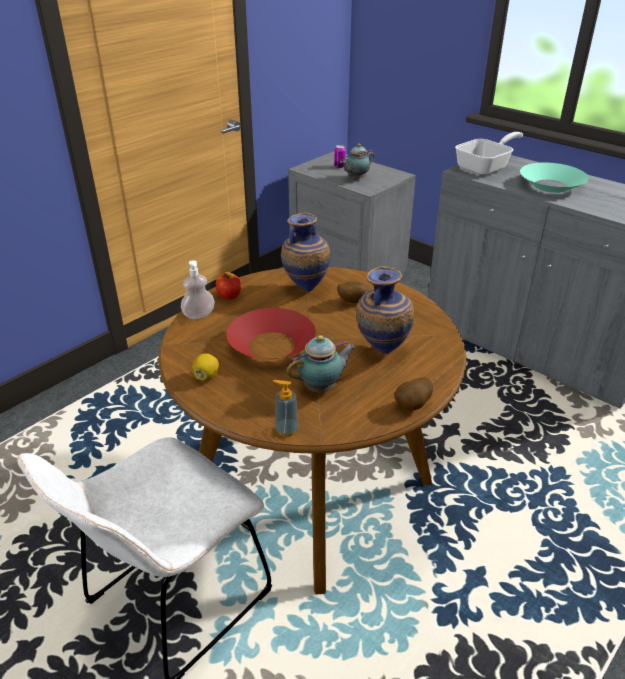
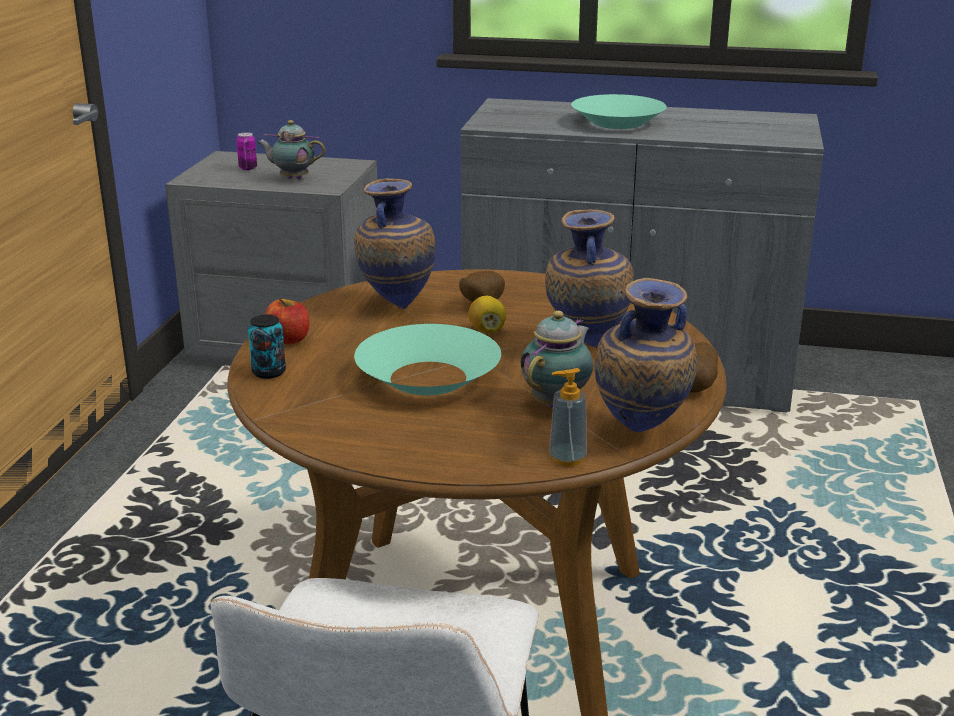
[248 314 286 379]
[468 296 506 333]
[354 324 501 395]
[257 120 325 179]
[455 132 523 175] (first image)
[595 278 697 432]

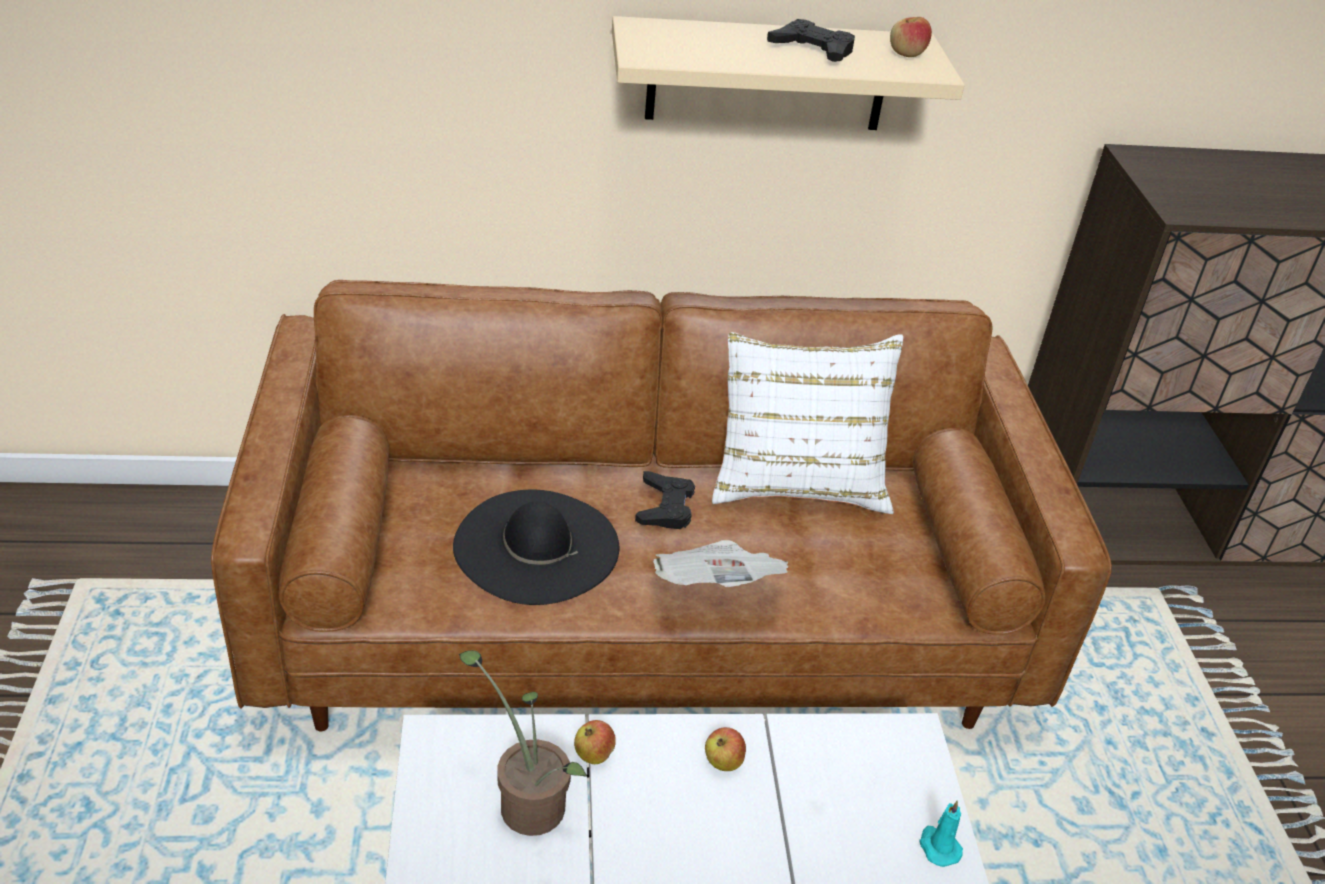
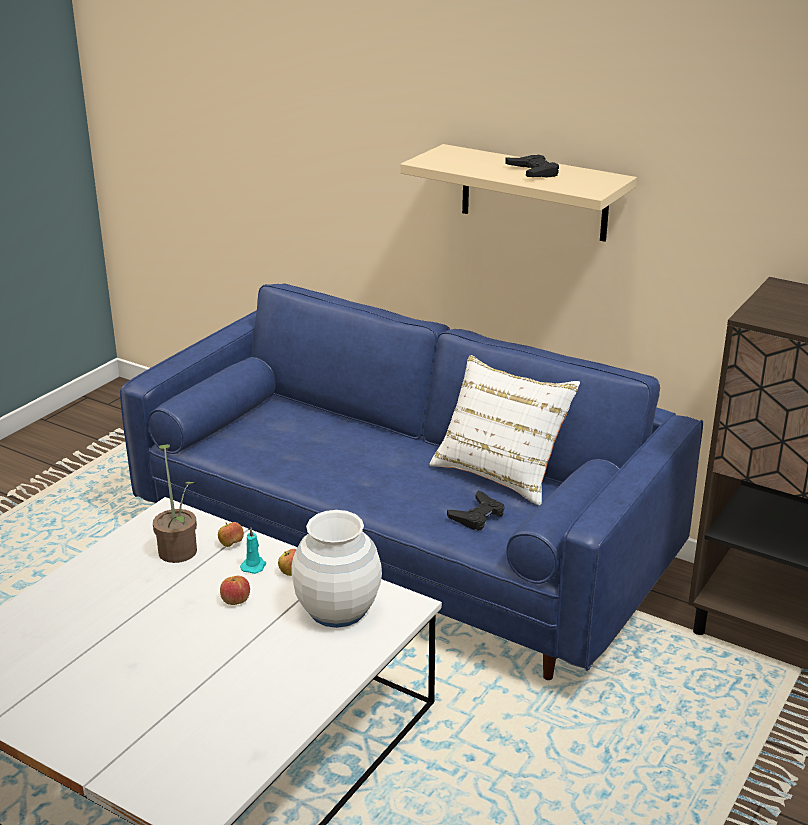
[120 284 703 680]
[453 490 619 605] (first image)
[447 491 505 531]
[653 540 788 587] (first image)
[220 576 250 605]
[240 528 266 574]
[292 510 382 628]

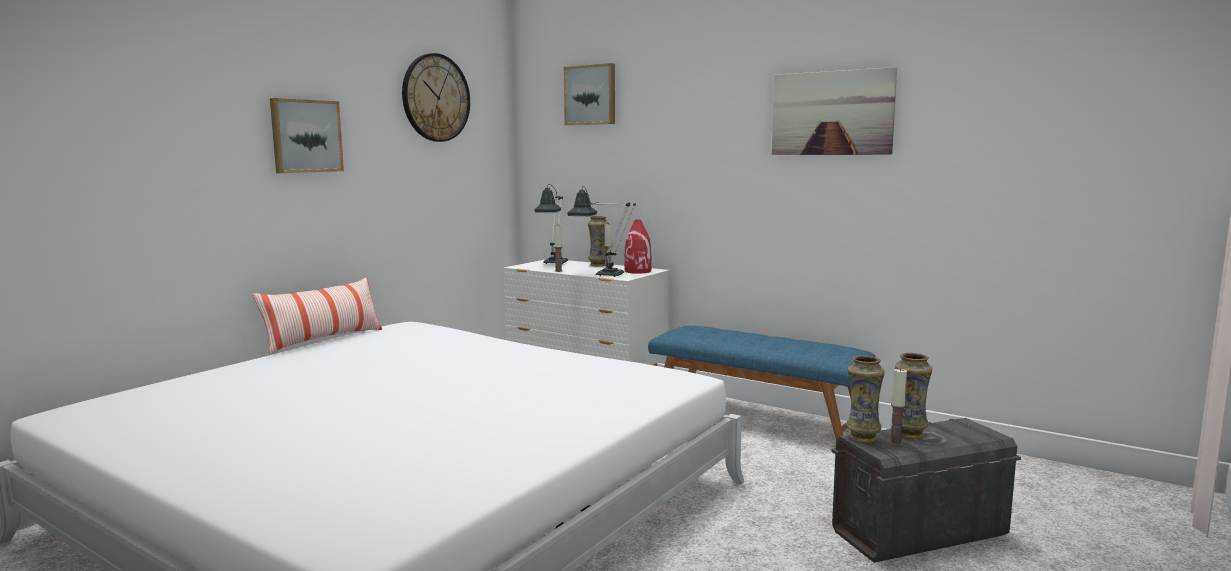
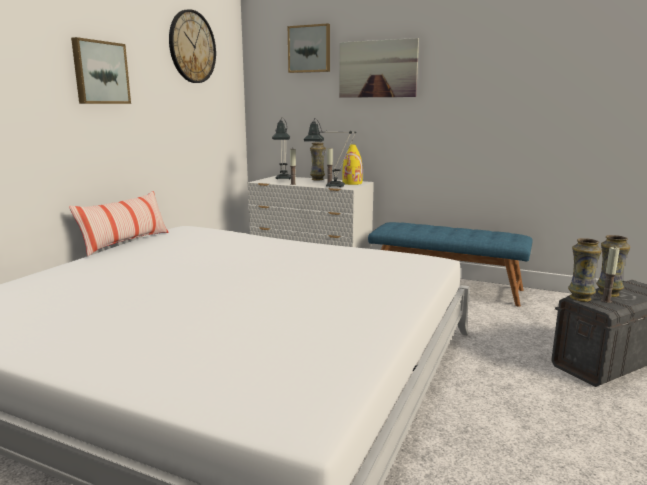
[342 144 363 185]
[339 38 419 98]

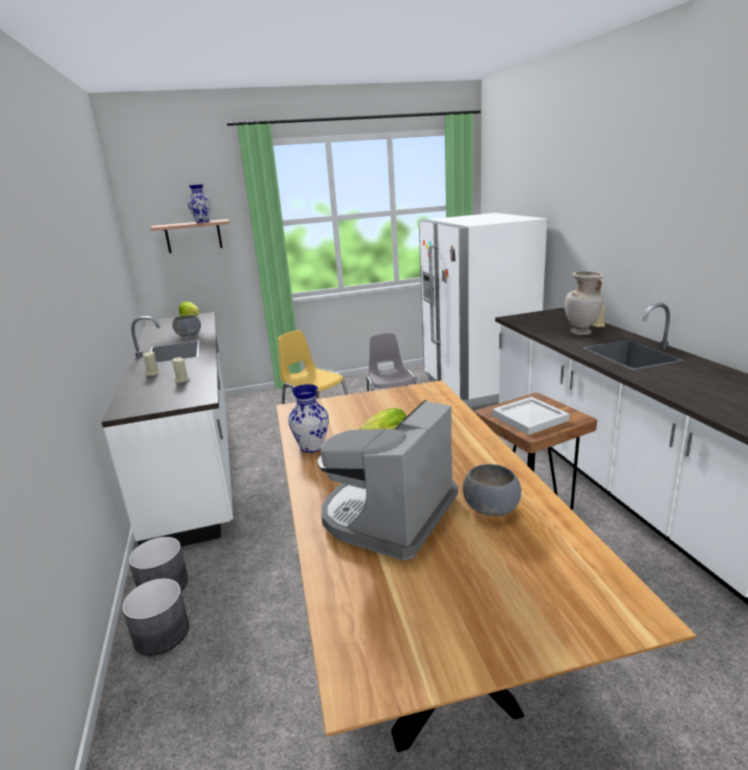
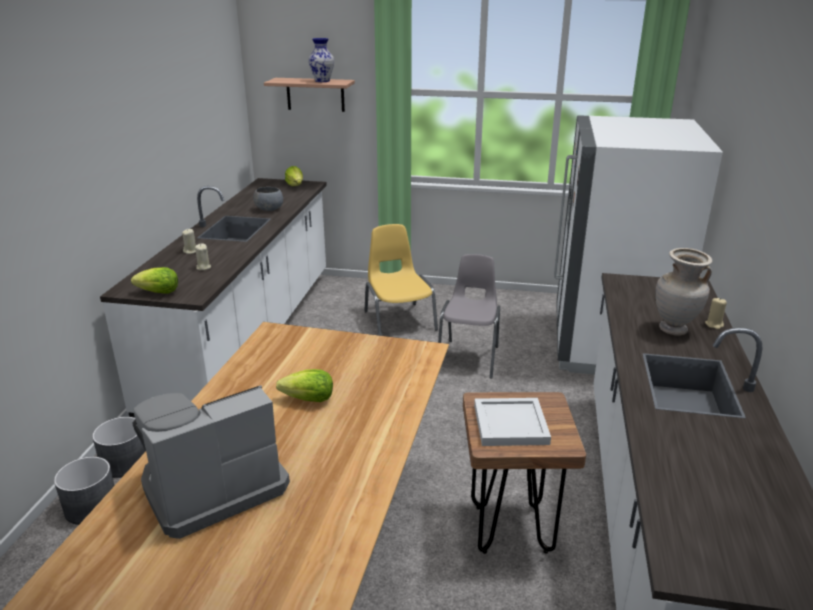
[288 384 329 453] (first image)
[463 464 521 516] (first image)
[131 267 178 294]

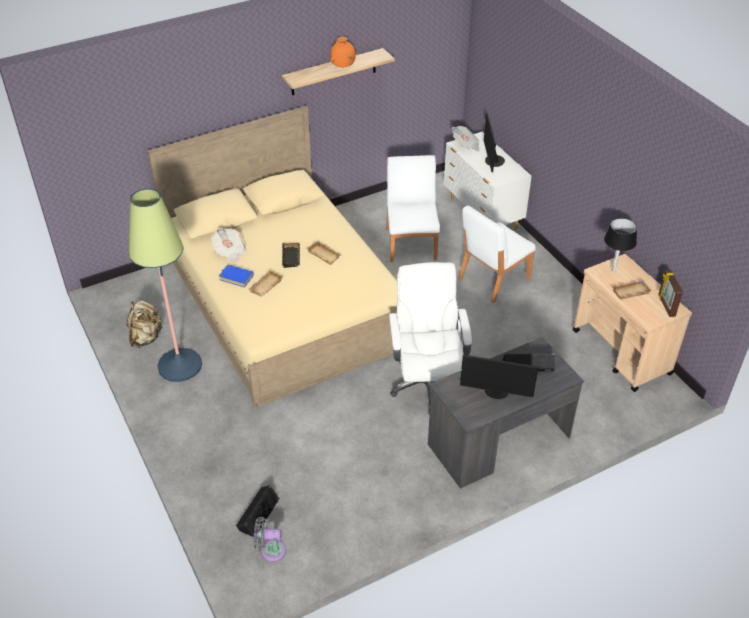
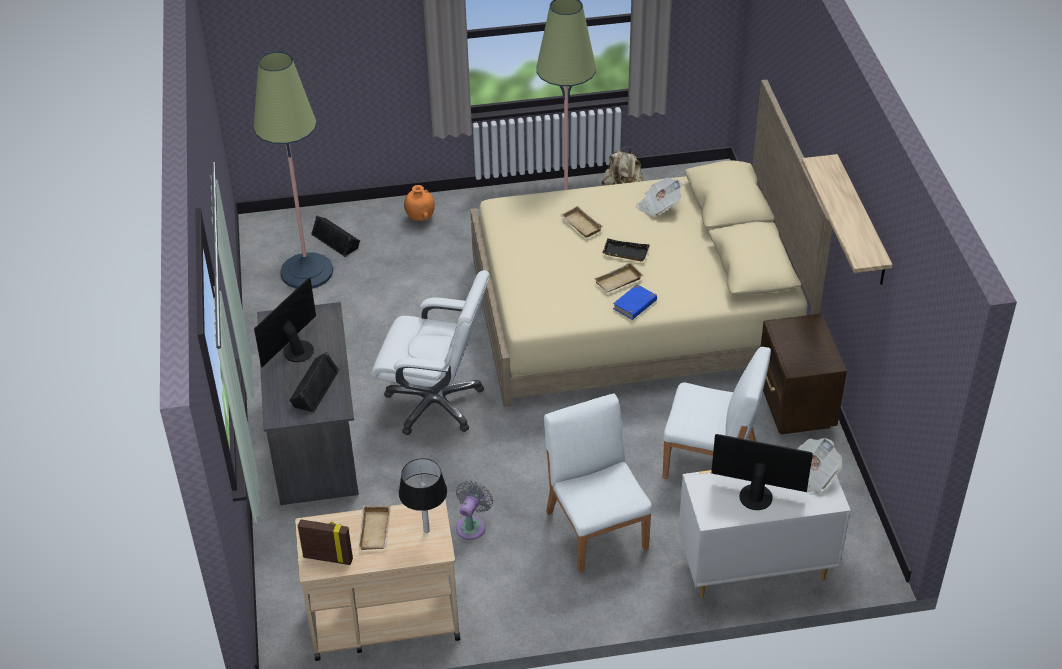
[613 284 657 320]
[456 481 493 540]
[404 185 435 221]
[253 51 333 289]
[761 314 847 435]

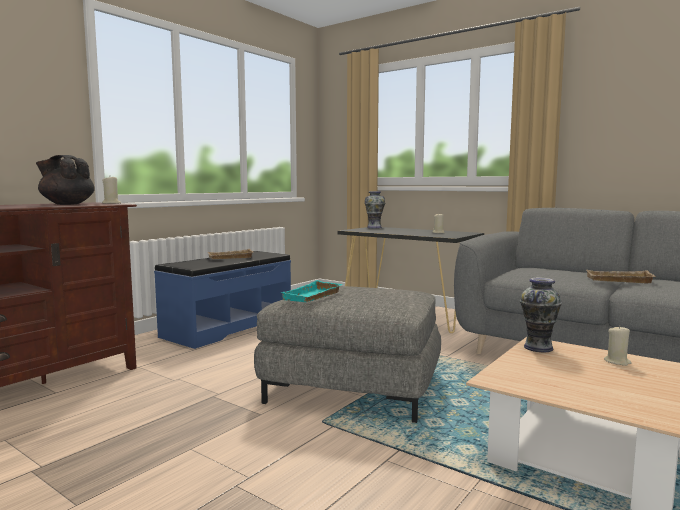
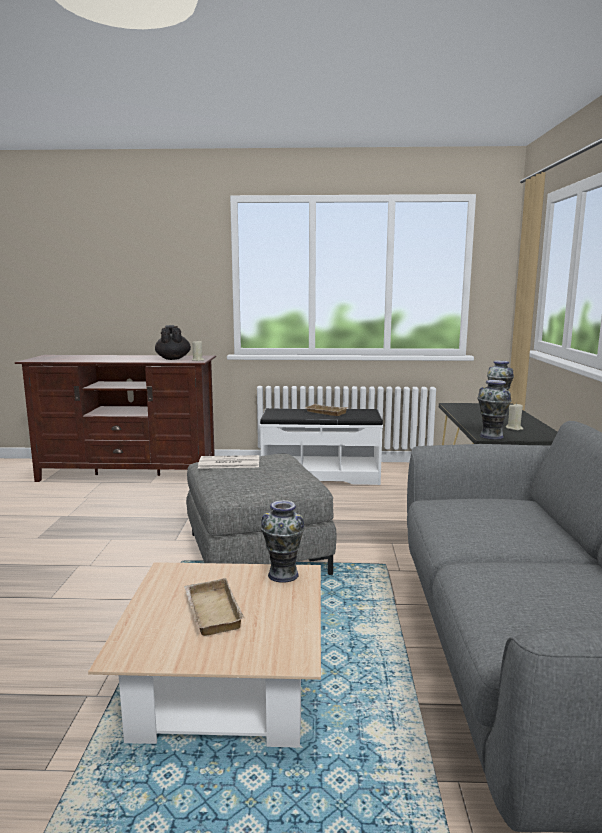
[260 408 383 485]
[198 455 259 469]
[184 578 245 636]
[604 326 632 366] (first image)
[478 380 512 440]

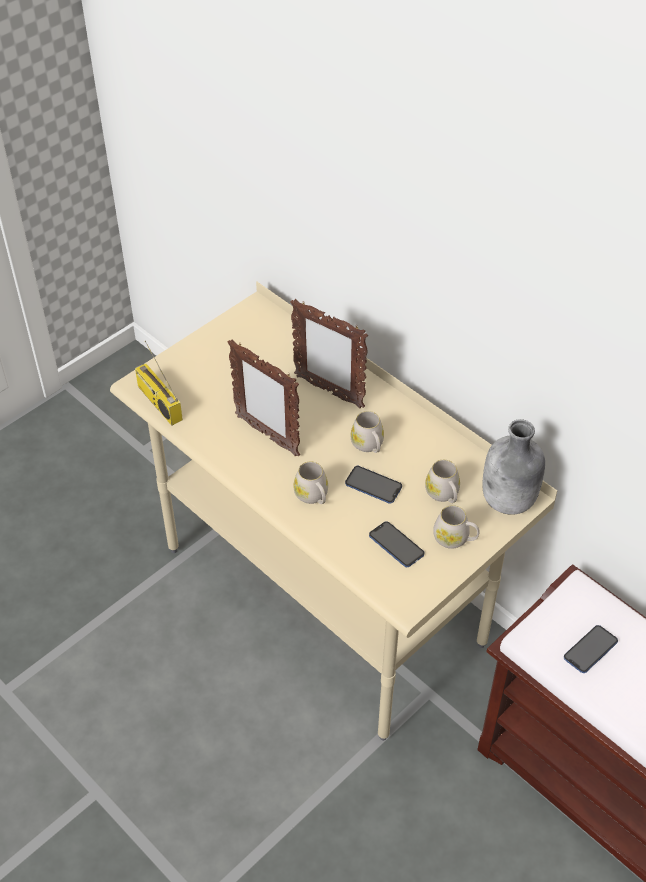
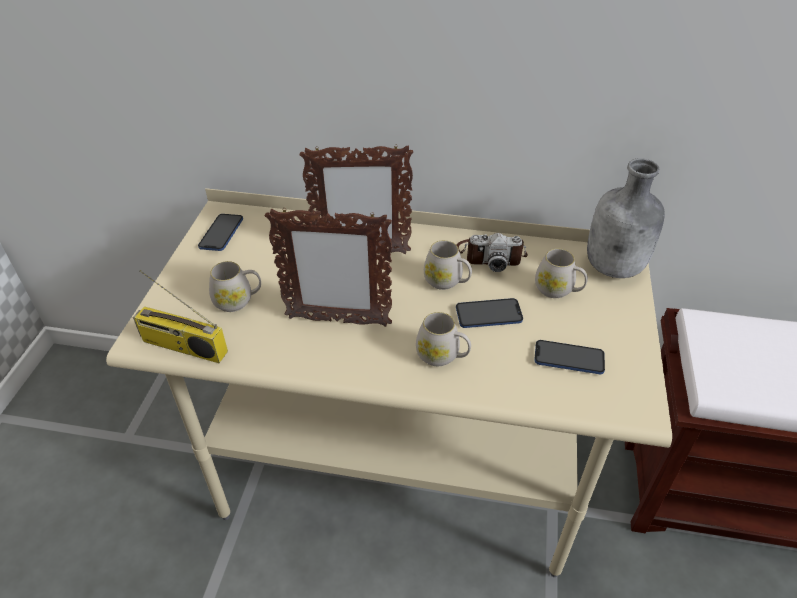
[209 261 261 312]
[198 214 243 251]
[457 233 528 272]

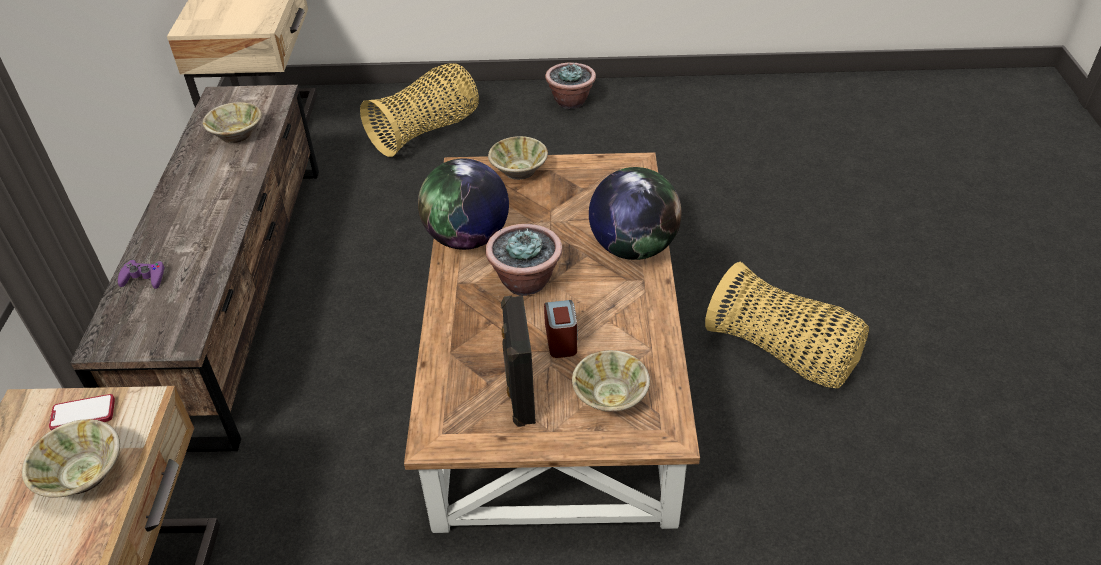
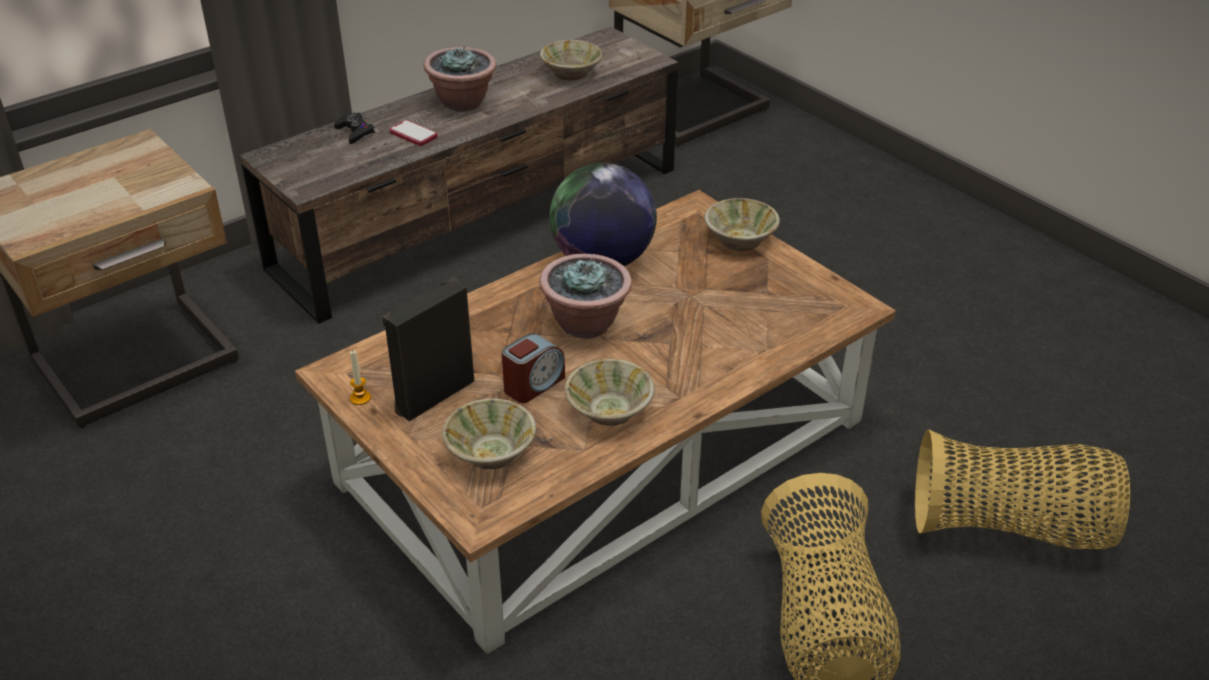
[565 359 655 426]
[389 120 438 146]
[334 113 375 144]
[915 429 1130 549]
[423 46 497 112]
[589 167 682 260] (first image)
[350 351 371 405]

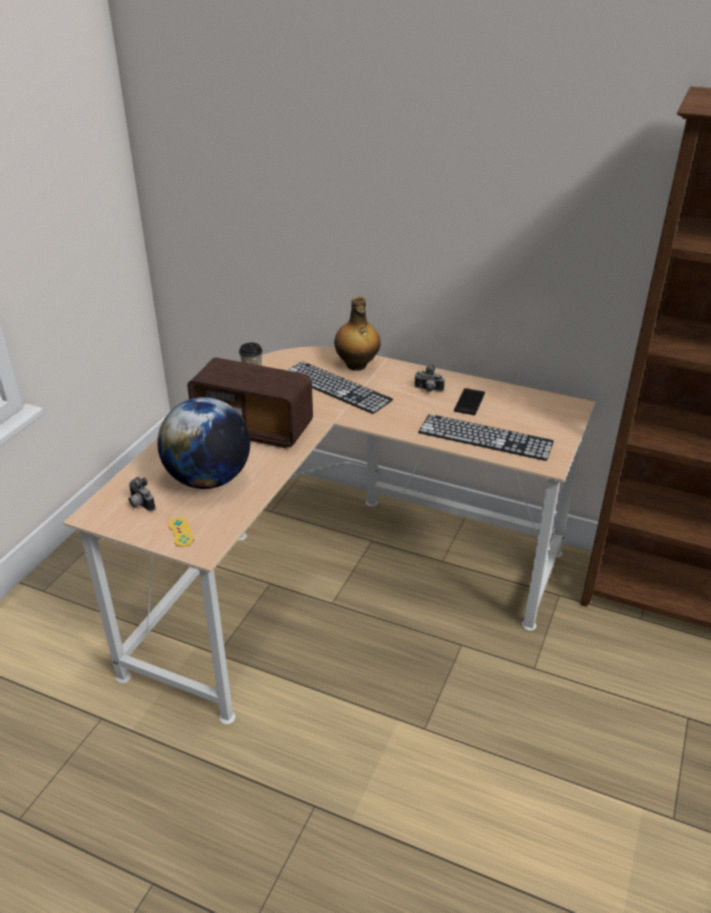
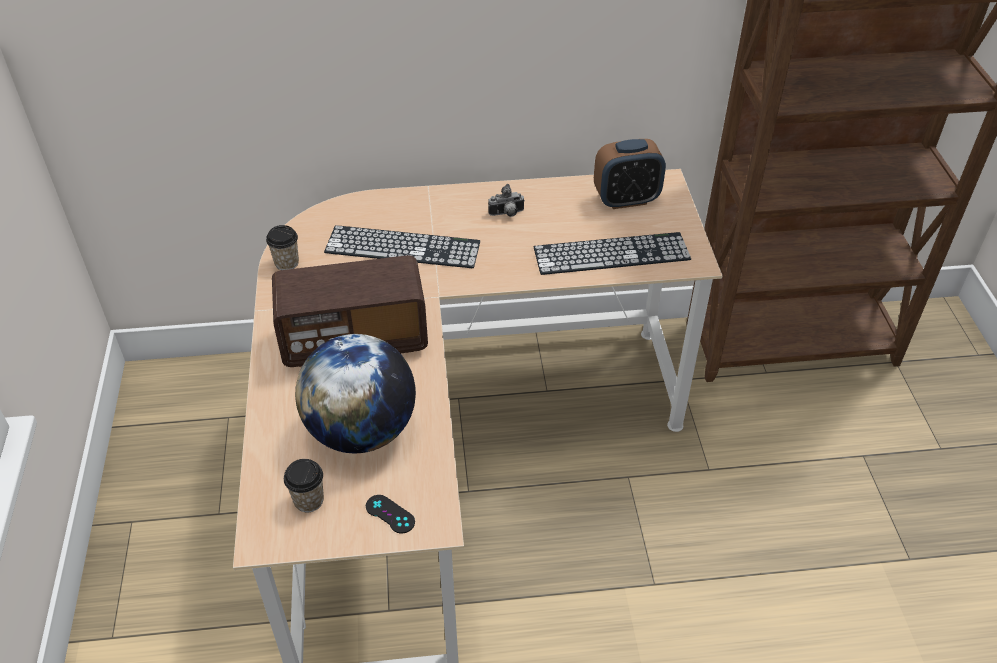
[284 459 324 513]
[366 495 415 534]
[334 297 381 371] (first image)
[454 388 485 415] (first image)
[594 139 666 209]

